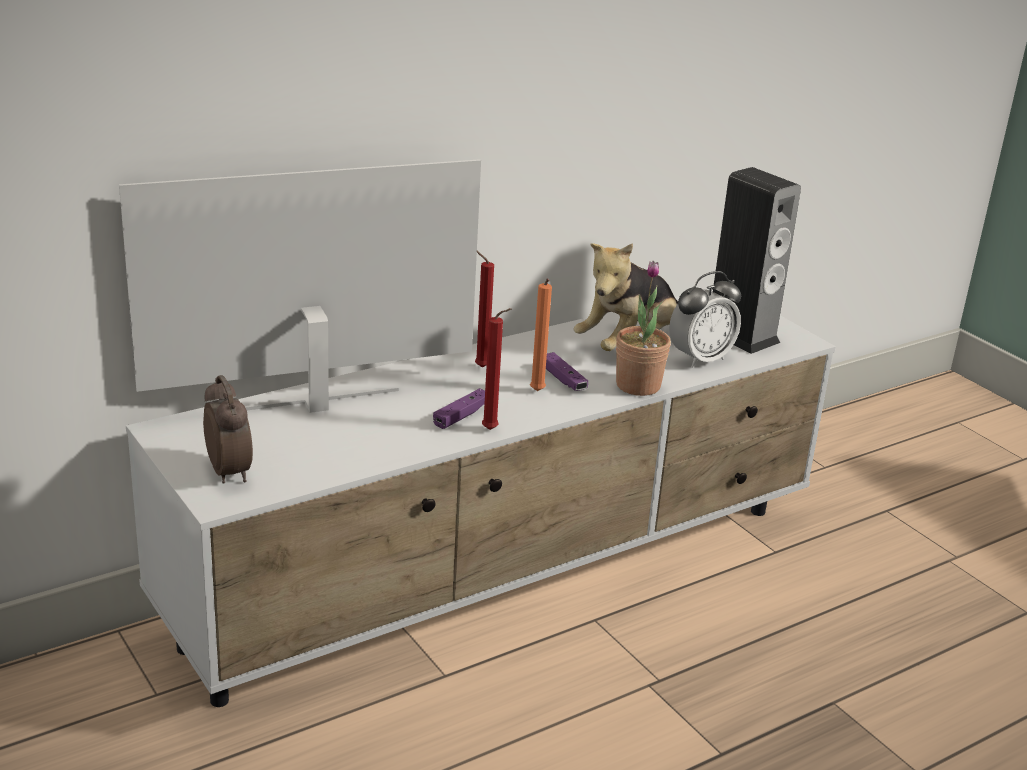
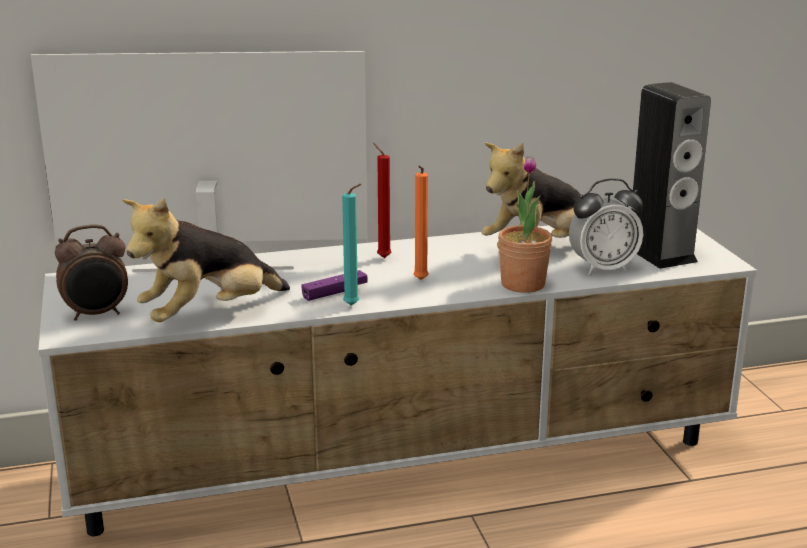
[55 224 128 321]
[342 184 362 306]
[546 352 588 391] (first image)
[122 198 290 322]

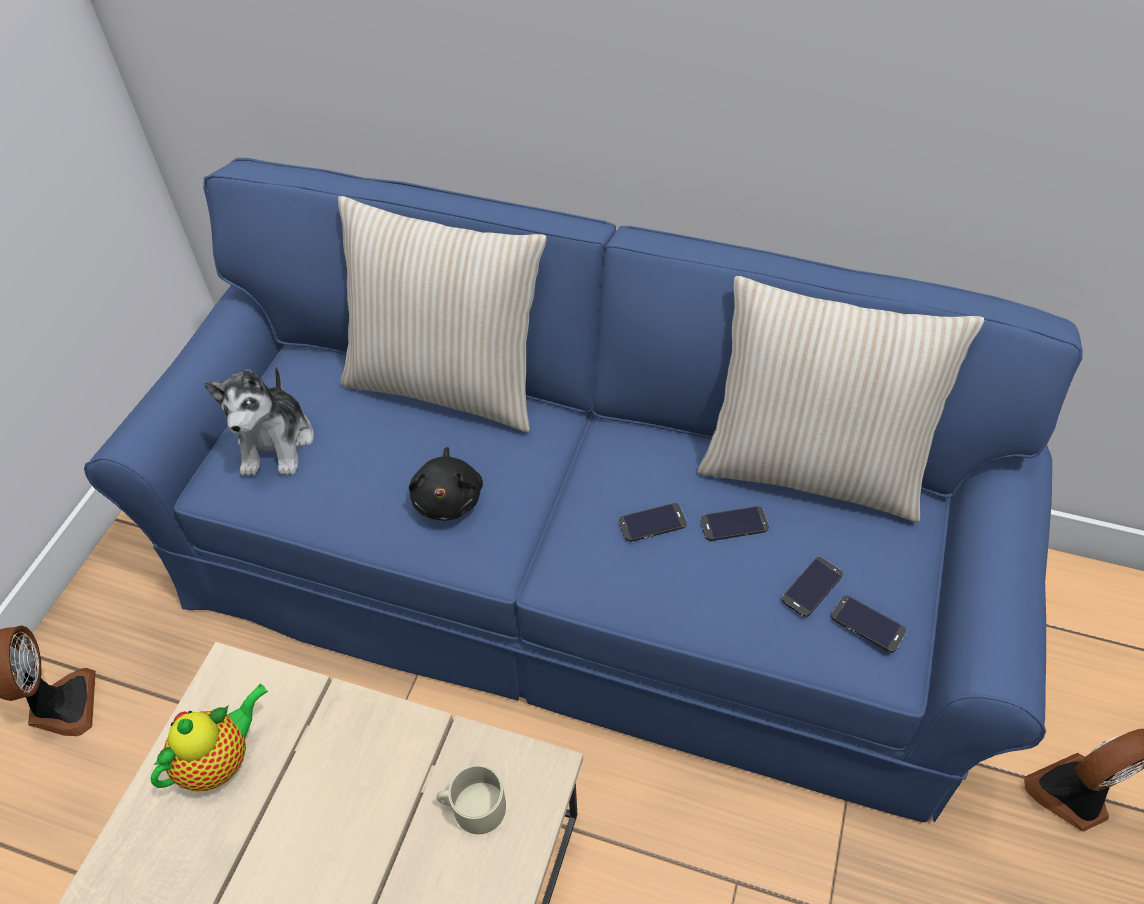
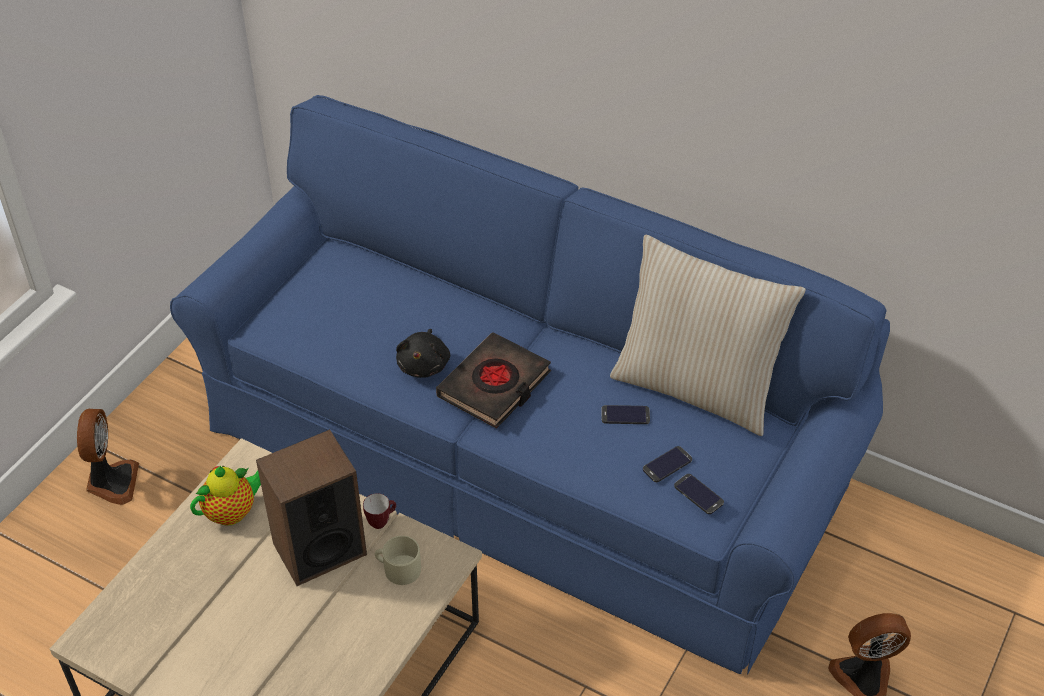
[203 365 314 476] (first image)
[338 196 547 432] (first image)
[619 503 687 542] (first image)
[256 429 367 586]
[363 493 396 529]
[436 332 551 429]

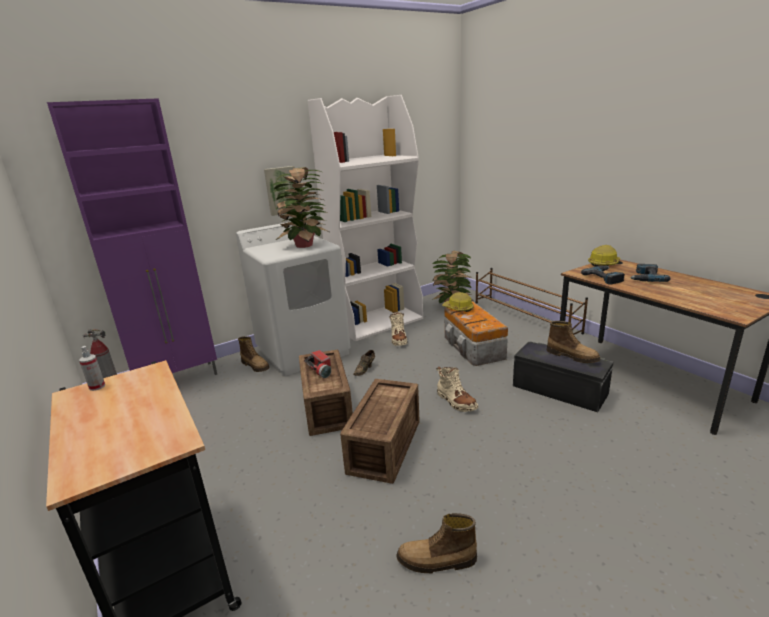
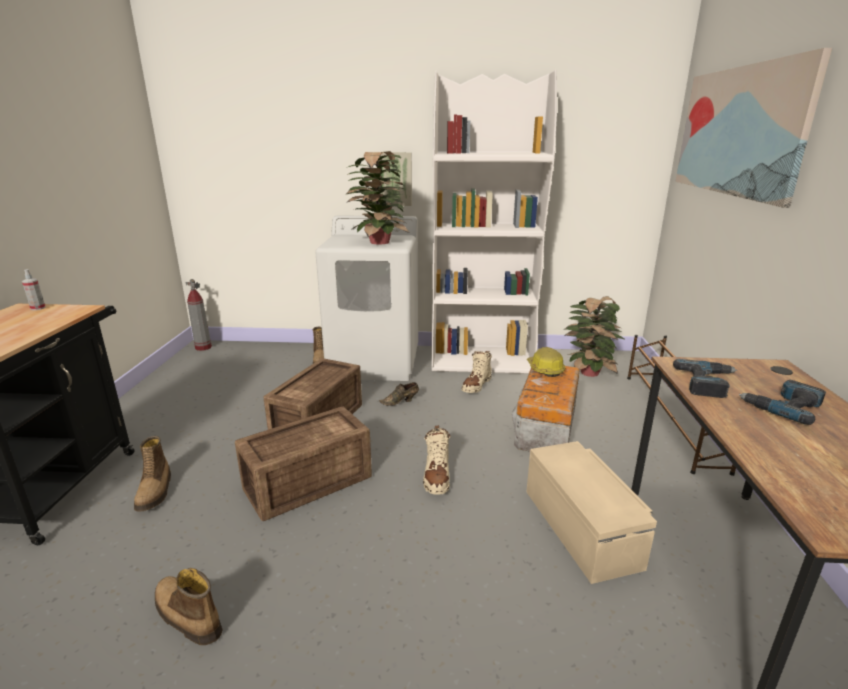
[47 98 217 375] (first image)
[304 350 331 378] (first image)
[526 441 657 584]
[134 436 171 511]
[588 245 621 267] (first image)
[675 48 832 208]

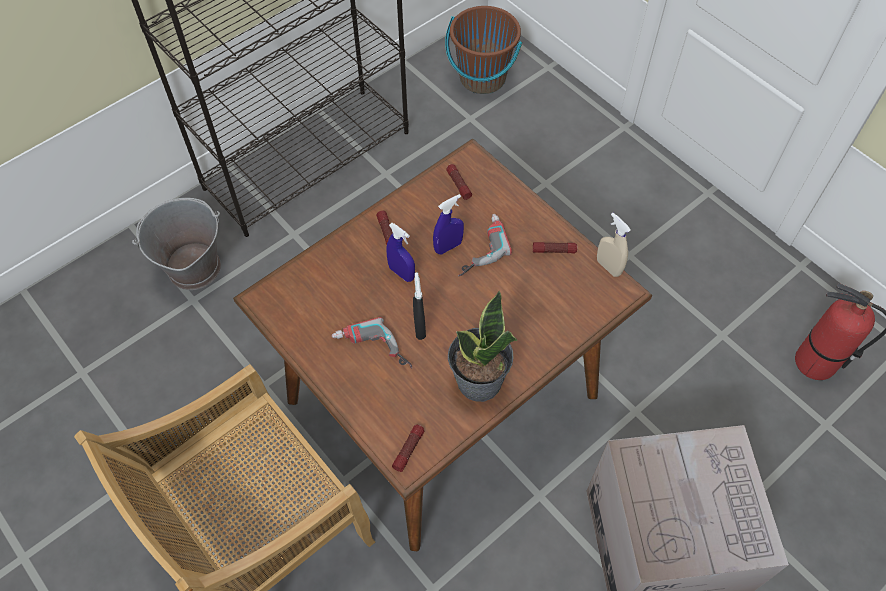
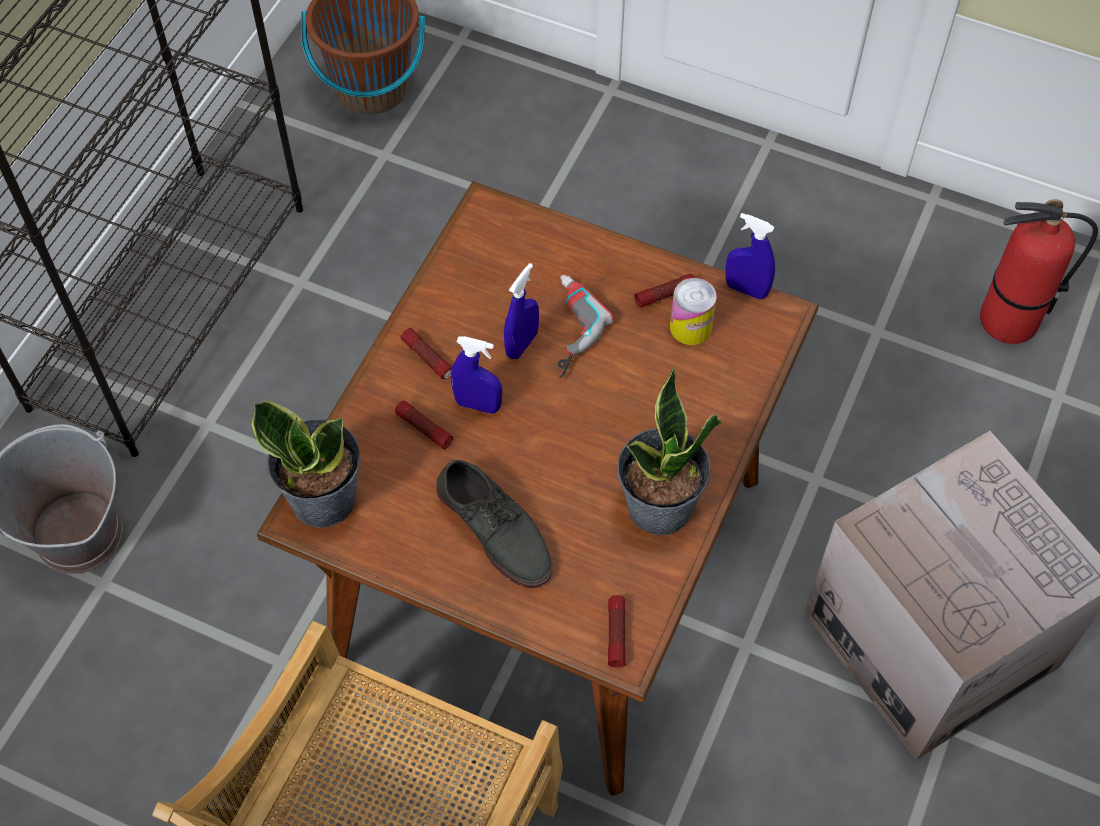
[436 460 553 588]
[413 273 426 340] (first image)
[395 401 453 449]
[725 213 775 300]
[252 401 361 528]
[670 278 717 345]

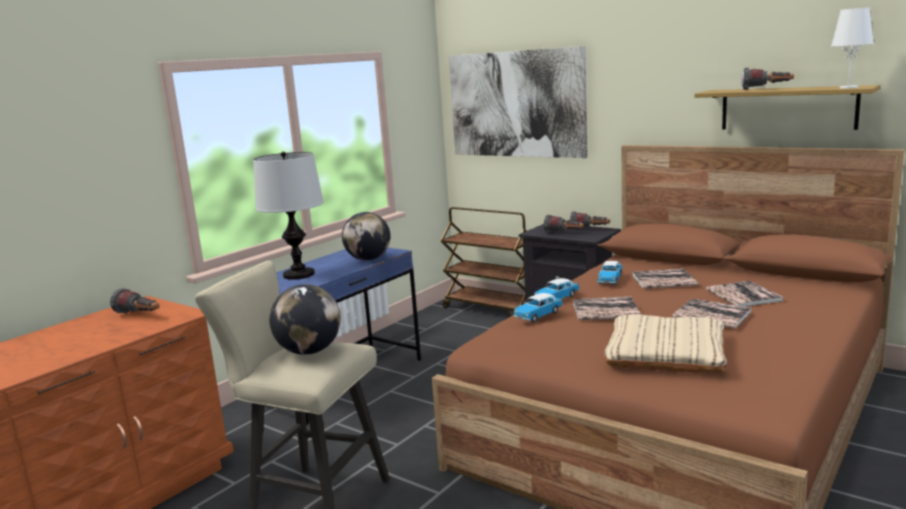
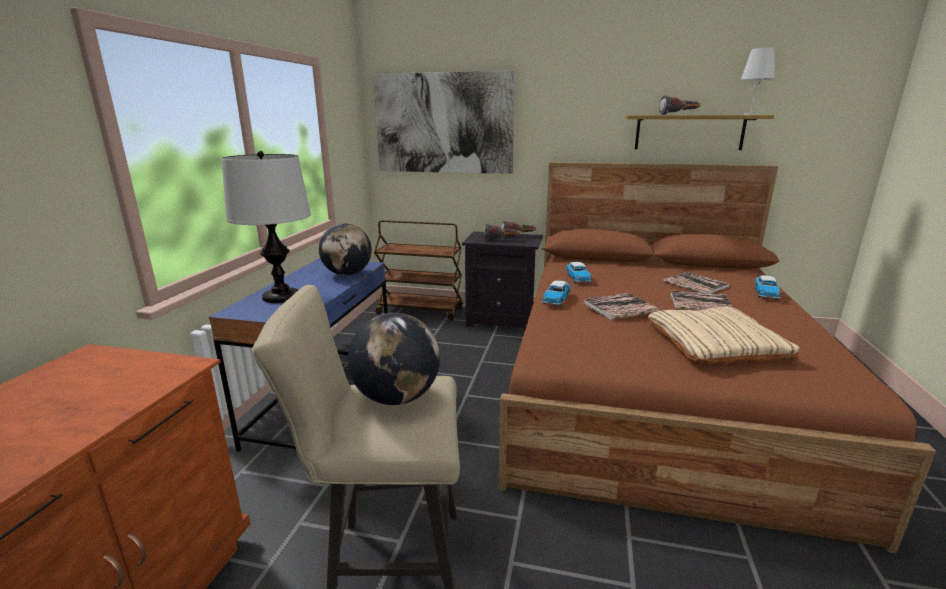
[110 288 159 314] (first image)
[755 275 780 300]
[632 269 698 289] (first image)

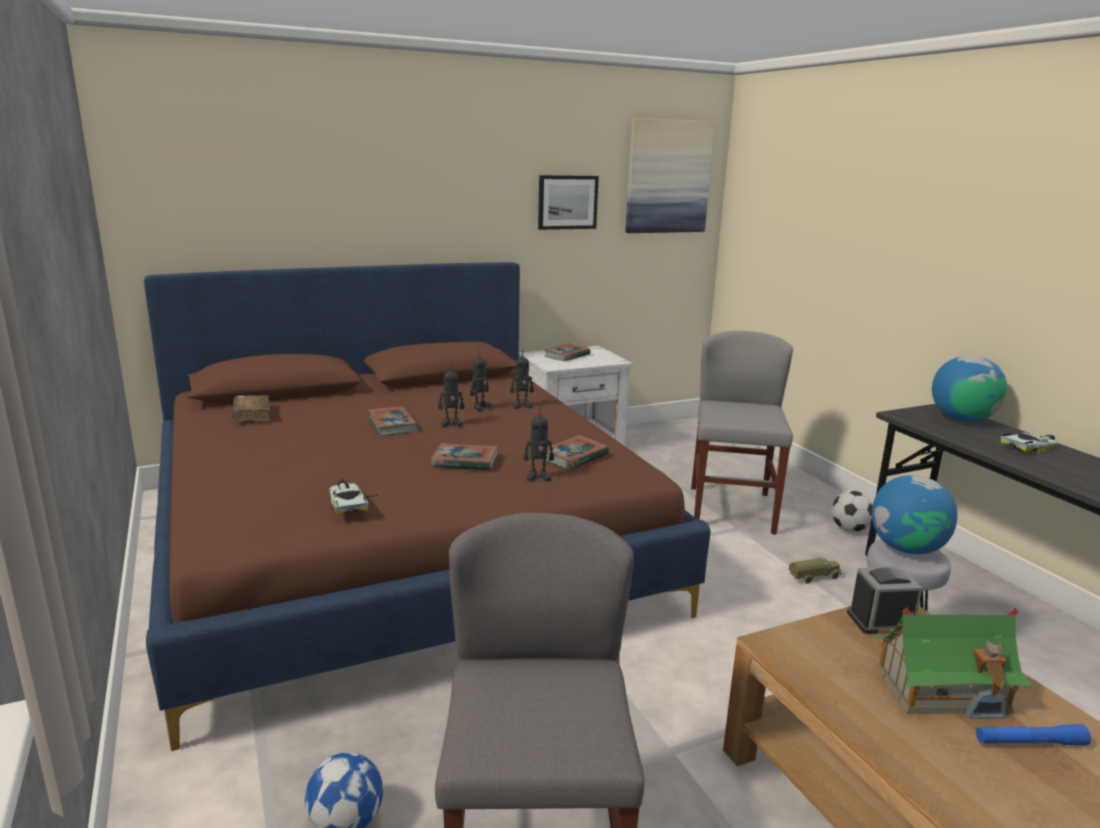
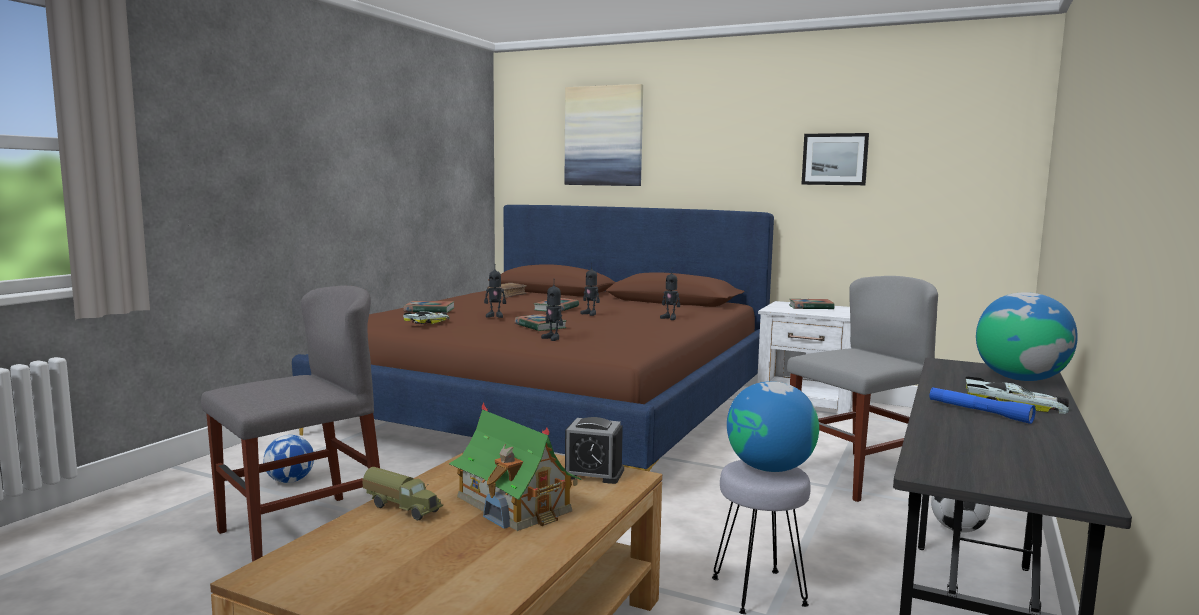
[484 269 506 318]
[403 301 454 313]
[565 84 643 186]
[362 467 443 520]
[565 417 624 484]
[930 387 1036 424]

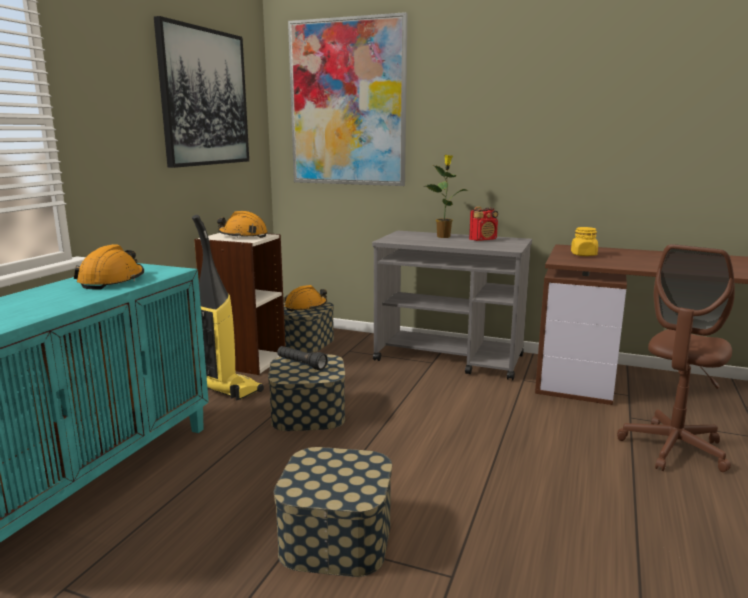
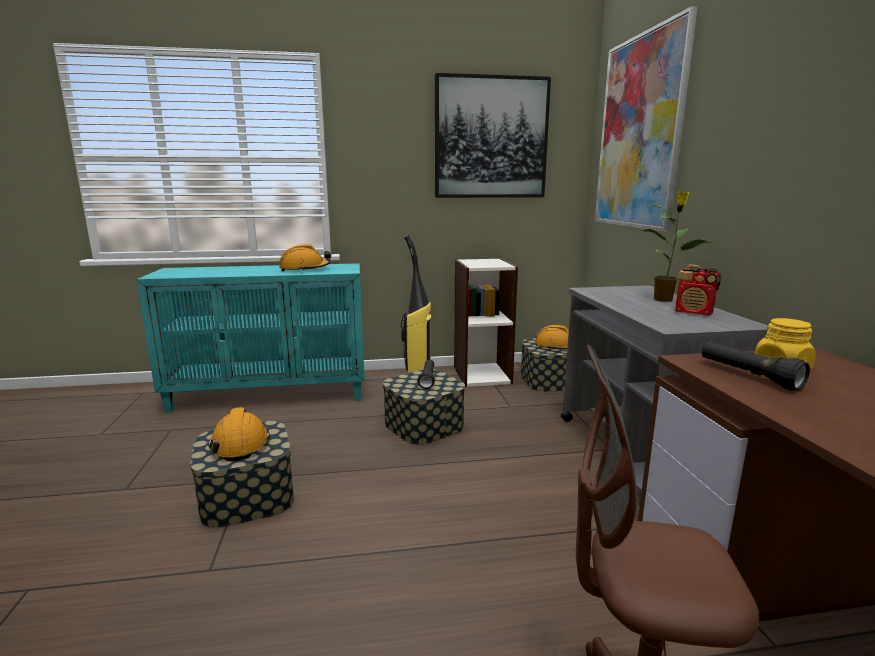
[208 407 270 461]
[702 341 810 391]

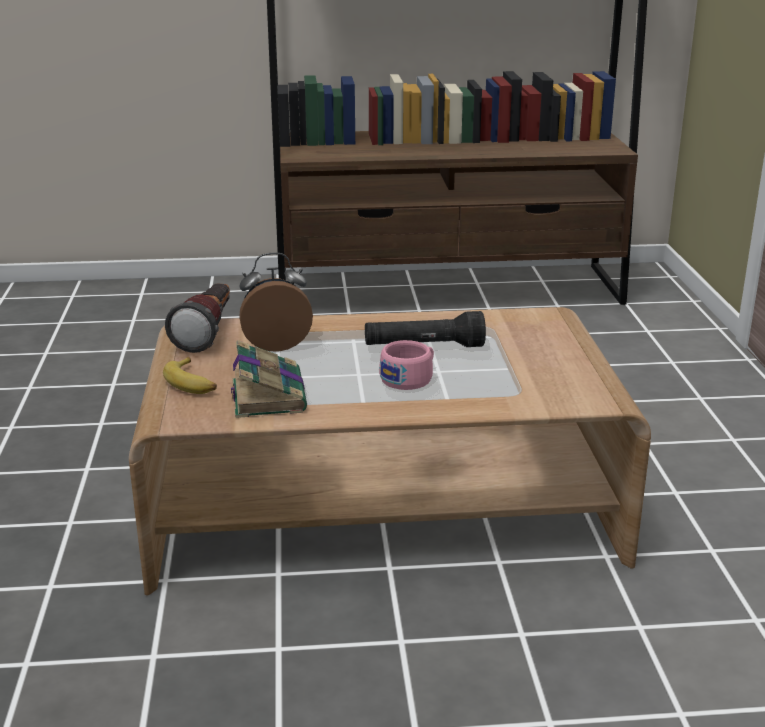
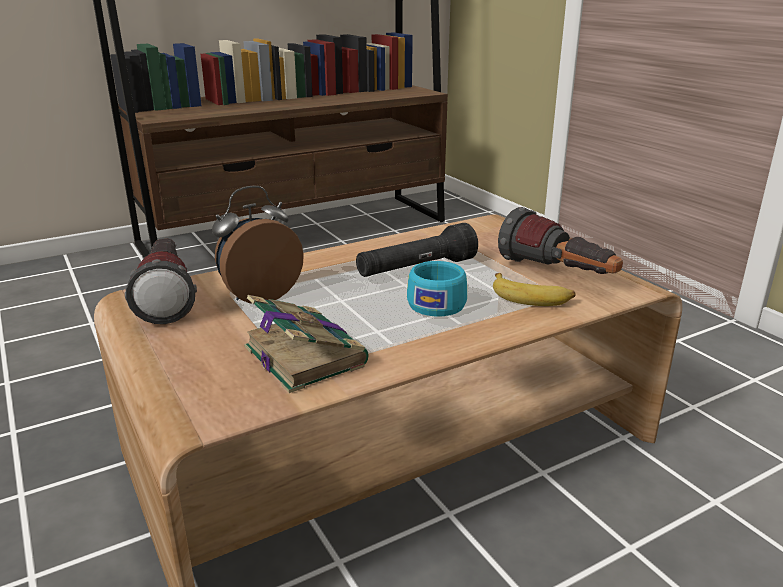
[493 273 576 306]
[407 261 467 317]
[498 207 623 274]

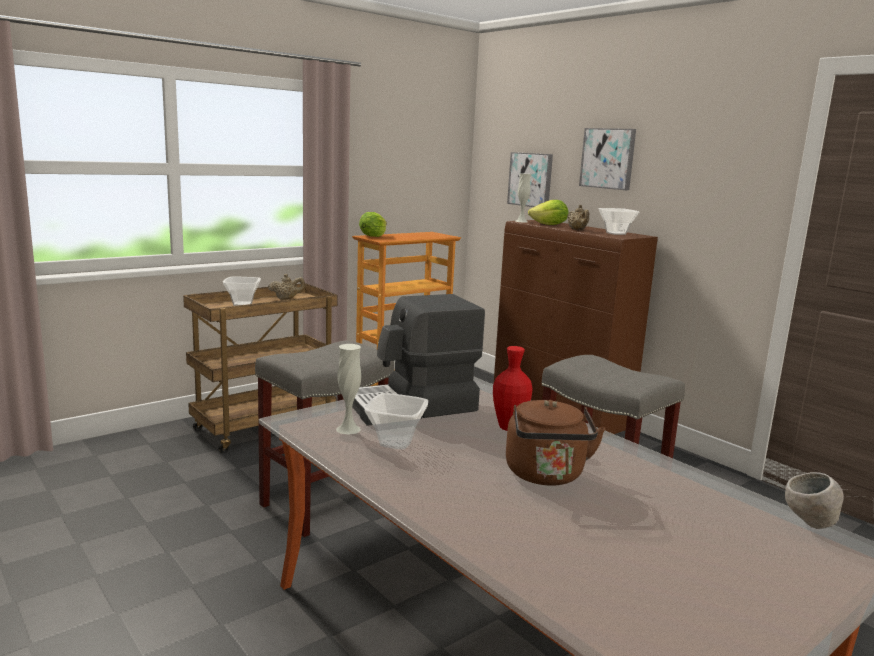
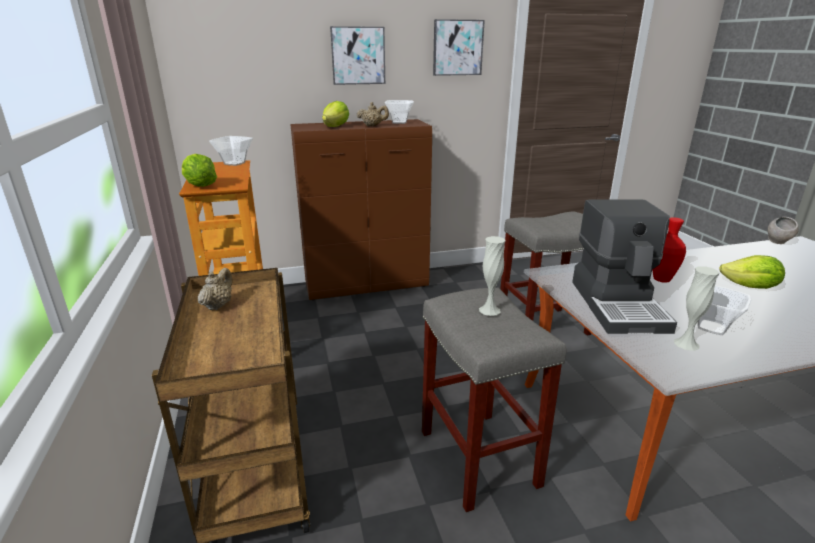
[209 136 253 166]
[720 255 785 289]
[433 19 485 76]
[479 236 506 316]

